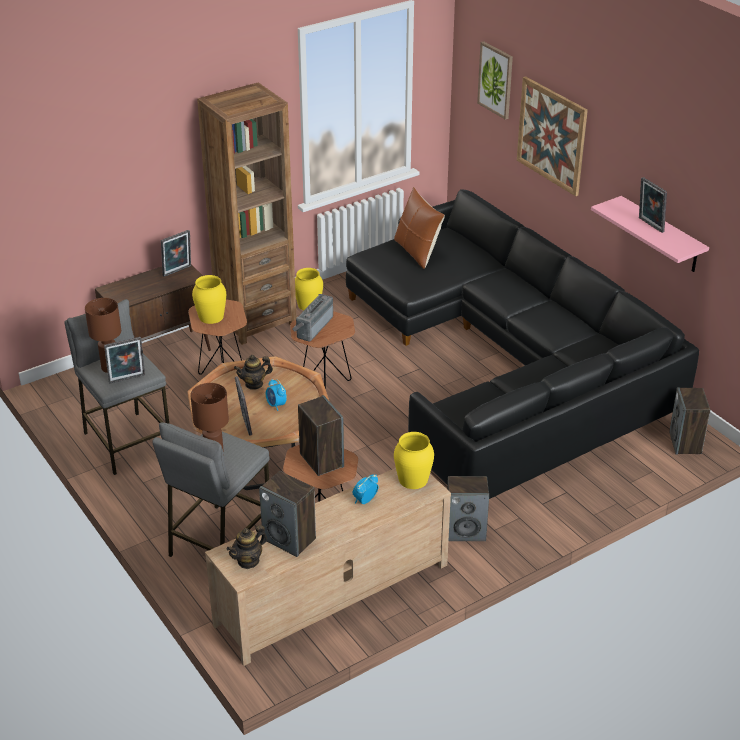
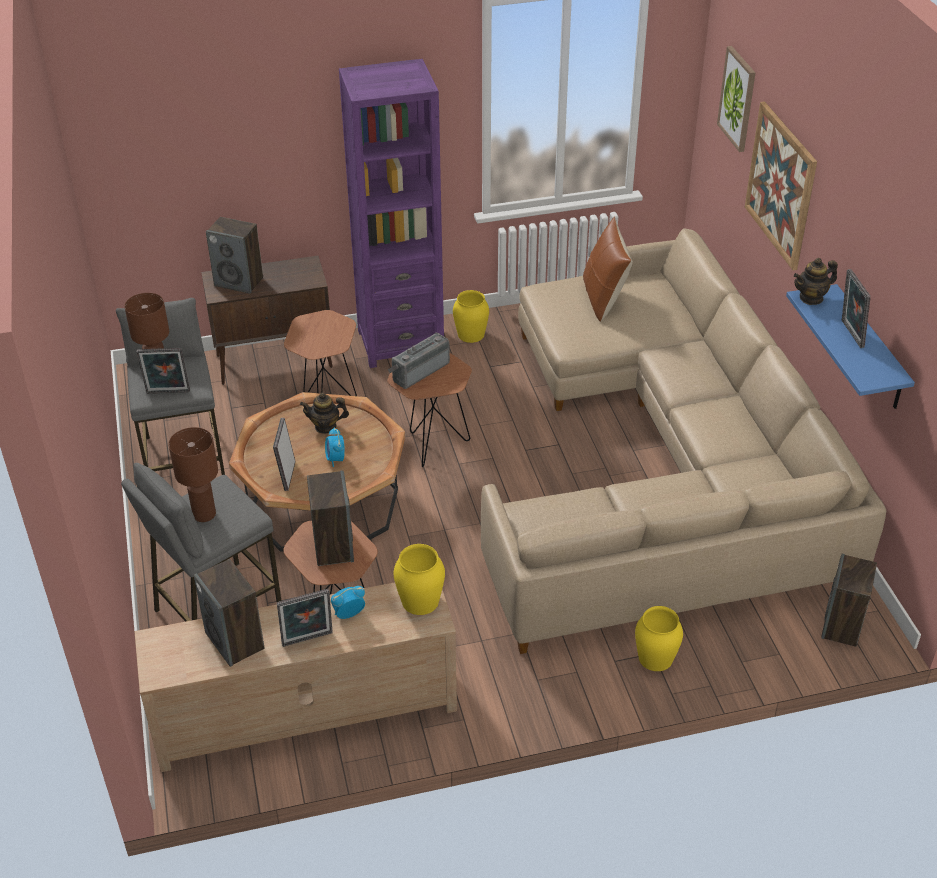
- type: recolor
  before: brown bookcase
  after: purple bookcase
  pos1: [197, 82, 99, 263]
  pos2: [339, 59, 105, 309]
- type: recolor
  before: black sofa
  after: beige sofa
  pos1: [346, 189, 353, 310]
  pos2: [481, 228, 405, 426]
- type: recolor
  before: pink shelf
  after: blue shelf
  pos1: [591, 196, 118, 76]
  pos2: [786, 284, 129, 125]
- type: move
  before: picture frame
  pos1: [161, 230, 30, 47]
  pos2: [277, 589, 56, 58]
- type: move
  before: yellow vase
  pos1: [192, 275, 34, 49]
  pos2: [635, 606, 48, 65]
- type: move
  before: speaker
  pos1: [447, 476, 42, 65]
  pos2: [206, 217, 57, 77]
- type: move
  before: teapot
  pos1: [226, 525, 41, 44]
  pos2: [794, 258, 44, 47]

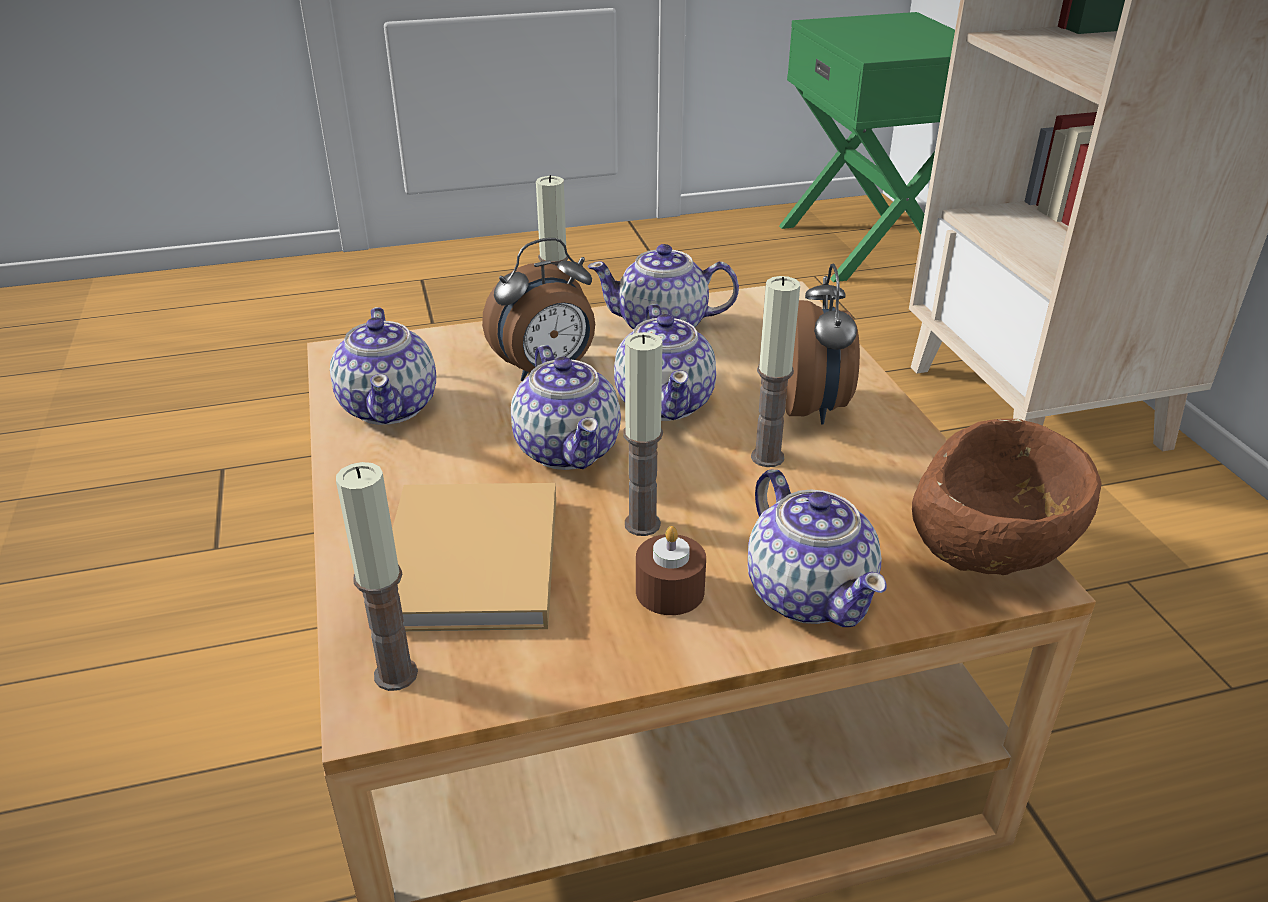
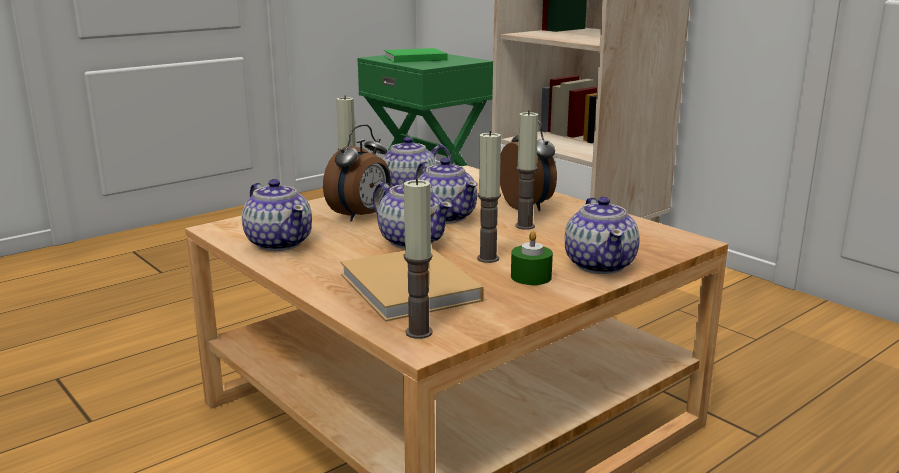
- type: delete
  before: brown bowl
  pos1: [912, 419, 190, 156]
- type: rotate
  before: teapot
  pos1: [748, 470, 139, 157]
  pos2: [565, 197, 74, 77]
  turn: 45
- type: recolor
  before: brown candle
  after: green candle
  pos1: [636, 526, 70, 89]
  pos2: [511, 231, 42, 54]
- type: insert
  after: green book
  pos2: [384, 48, 64, 15]

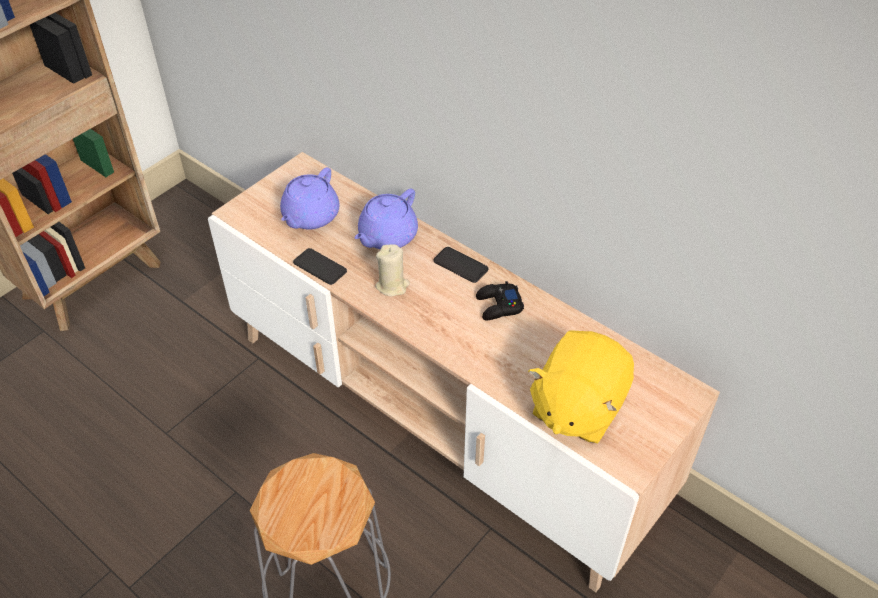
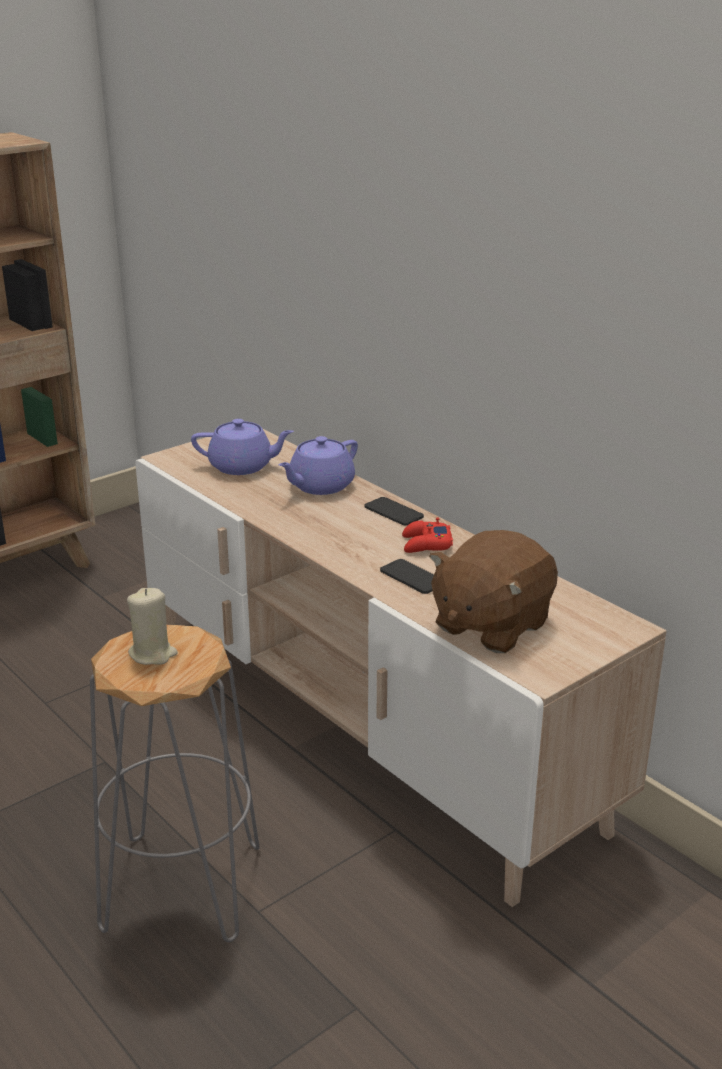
- type: rotate
  before: purple teapot
  pos1: [280, 167, 60, 62]
  pos2: [191, 419, 103, 56]
  turn: -120
- type: move
  before: beige candle
  pos1: [375, 244, 35, 53]
  pos2: [127, 588, 51, 77]
- type: move
  before: phone
  pos1: [293, 248, 54, 37]
  pos2: [380, 559, 54, 35]
- type: recolor
  before: black game controller
  after: red game controller
  pos1: [476, 281, 48, 40]
  pos2: [402, 517, 51, 36]
- type: recolor
  before: yellow plush toy
  after: brown plush toy
  pos1: [528, 330, 106, 113]
  pos2: [429, 530, 129, 123]

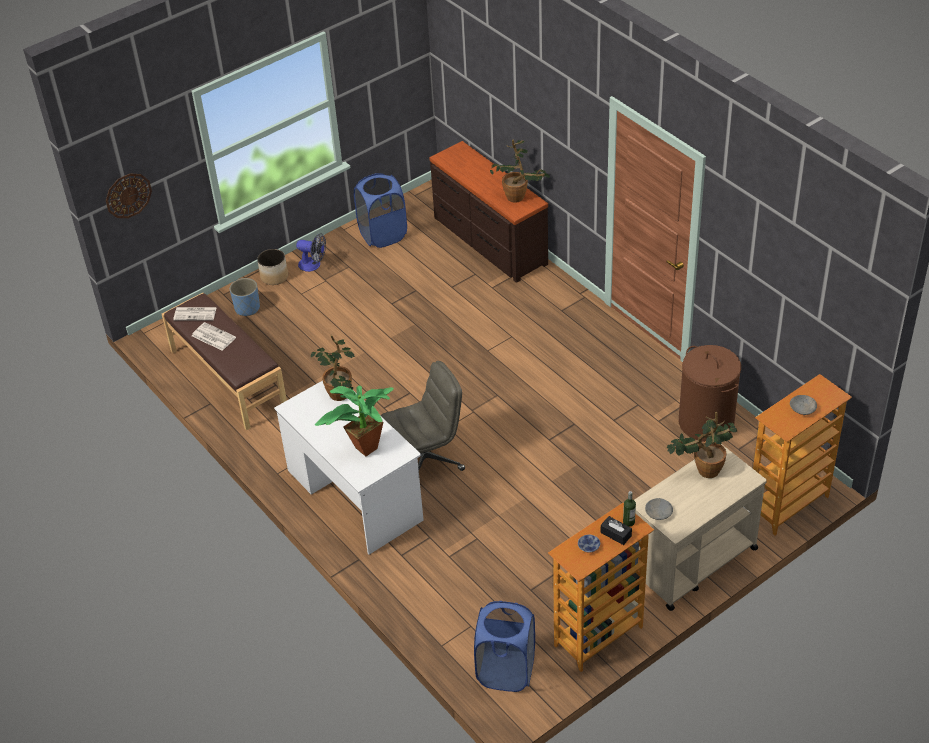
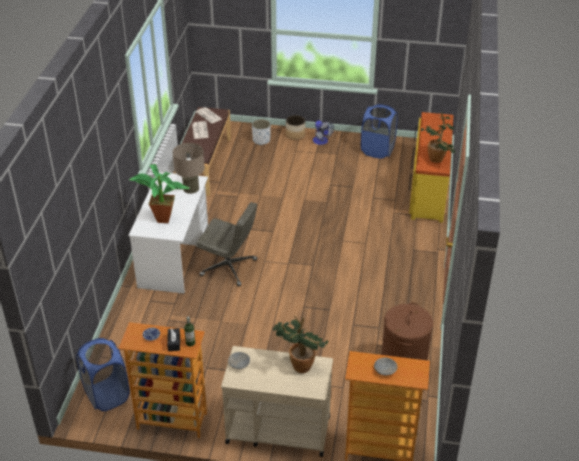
- type: recolor
  before: brown dresser
  after: yellow dresser
  pos1: [429, 141, 119, 142]
  pos2: [409, 112, 44, 111]
- type: delete
  before: wall clock
  pos1: [106, 173, 46, 45]
- type: recolor
  before: blue planter
  after: white planter
  pos1: [230, 278, 30, 38]
  pos2: [252, 119, 19, 26]
- type: replace
  before: potted plant
  after: beige table lamp
  pos1: [311, 335, 44, 66]
  pos2: [173, 143, 32, 51]

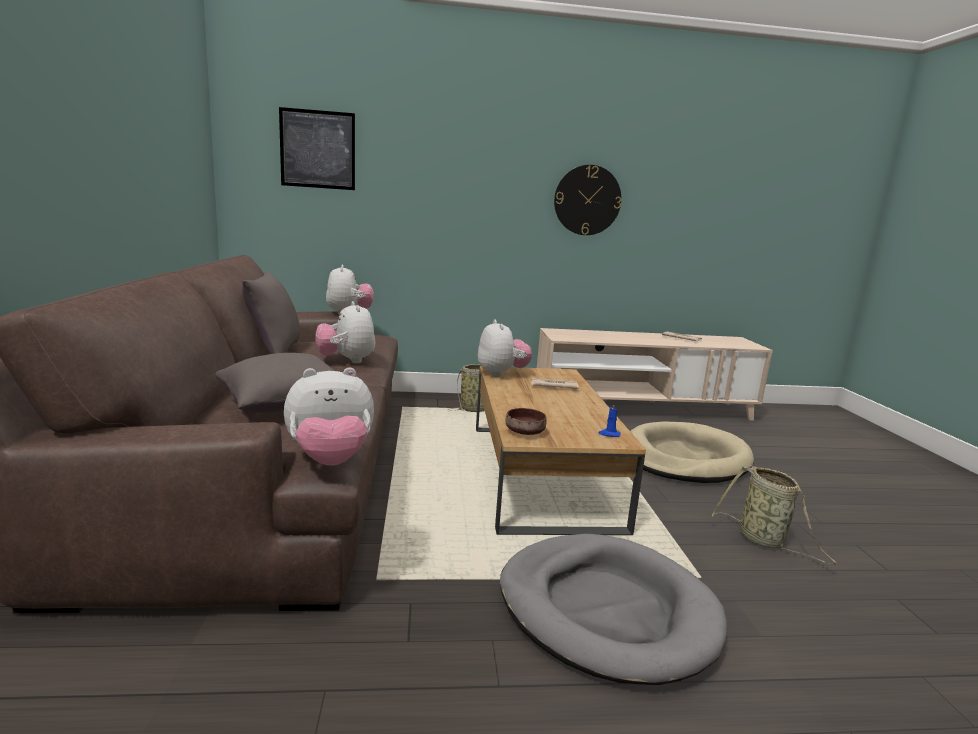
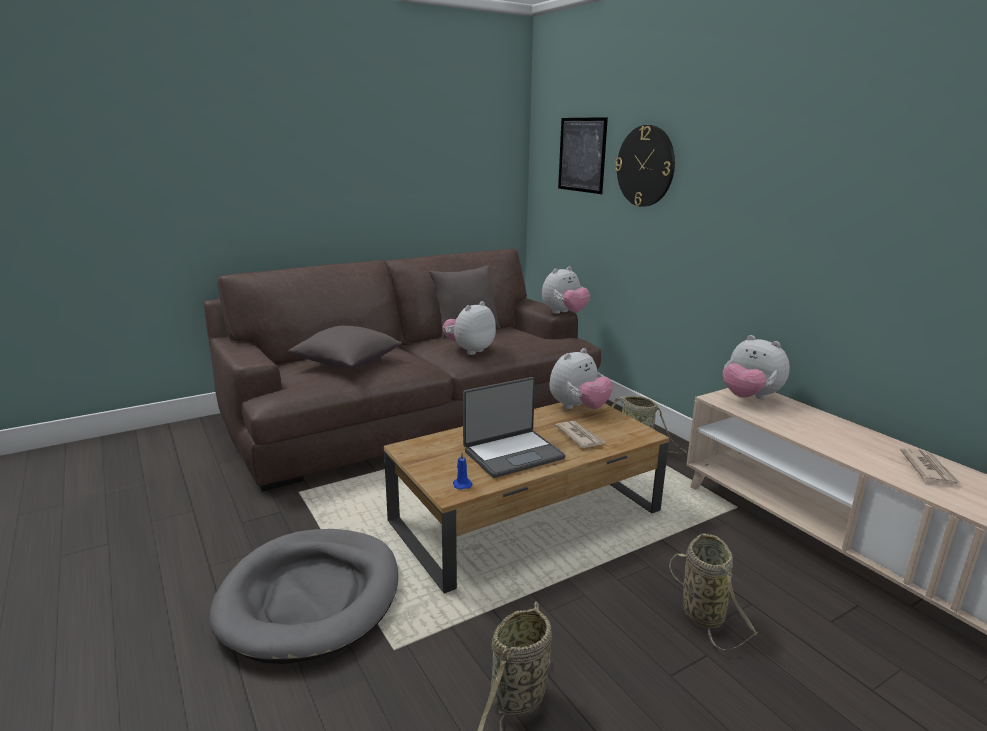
- type: move
  before: wall clock
  pos1: [554, 165, 67, 70]
  pos2: [615, 125, 60, 82]
- type: move
  before: plush toy
  pos1: [284, 368, 90, 98]
  pos2: [723, 335, 67, 64]
- type: delete
  before: brown bowl
  pos1: [506, 408, 41, 27]
- type: replace
  before: beige dog bed
  after: basket
  pos1: [630, 421, 124, 62]
  pos2: [669, 533, 89, 117]
- type: insert
  after: laptop
  pos2: [463, 377, 103, 101]

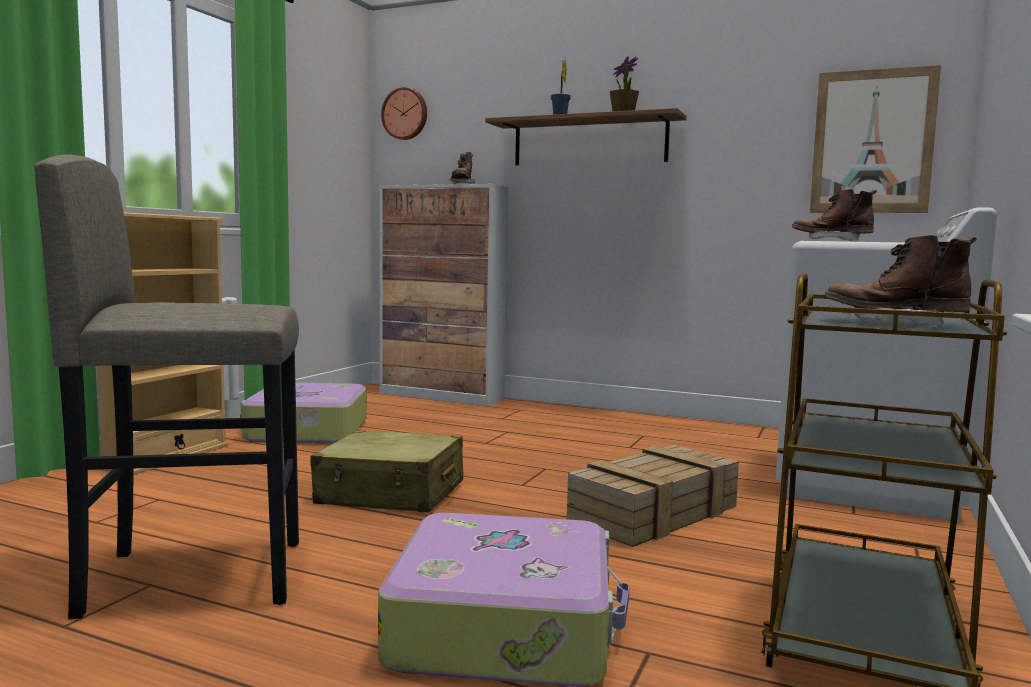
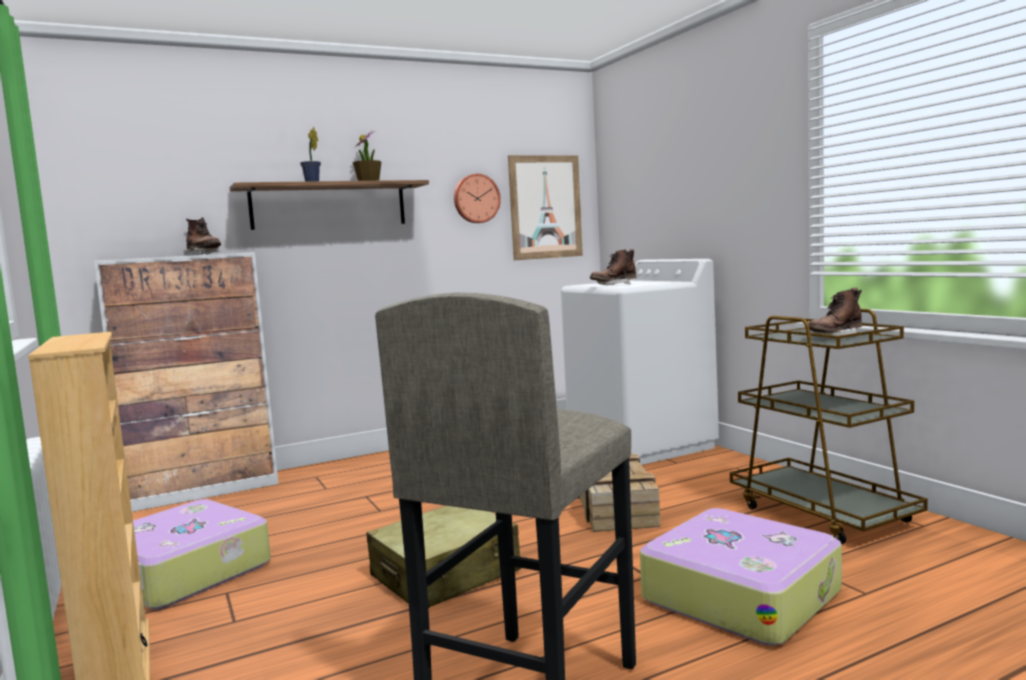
- type: move
  before: wall clock
  pos1: [381, 87, 46, 53]
  pos2: [454, 174, 47, 49]

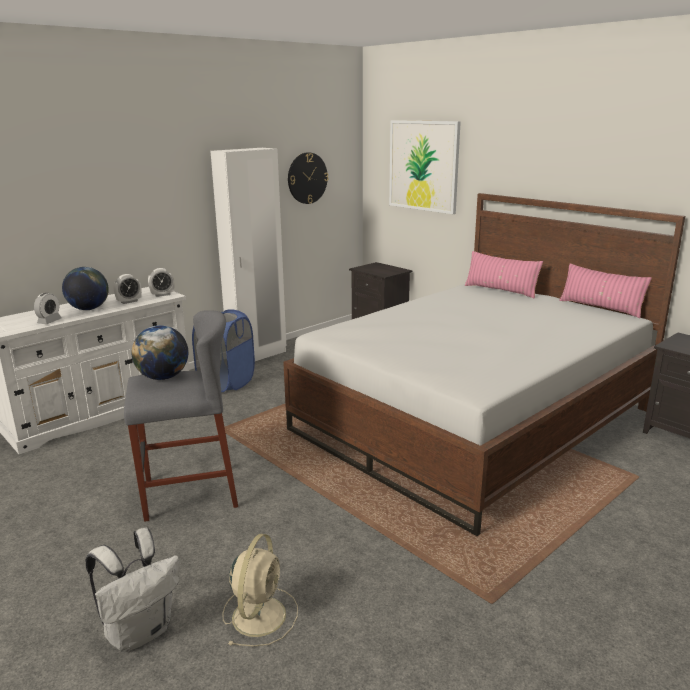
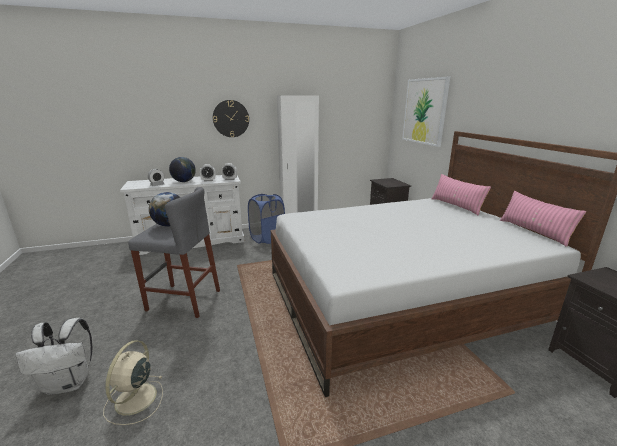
- type: move
  before: wall clock
  pos1: [288, 152, 40, 52]
  pos2: [213, 100, 36, 37]
- type: rotate
  before: beige fan
  pos1: [222, 534, 76, 113]
  pos2: [103, 340, 60, 85]
  turn: 150

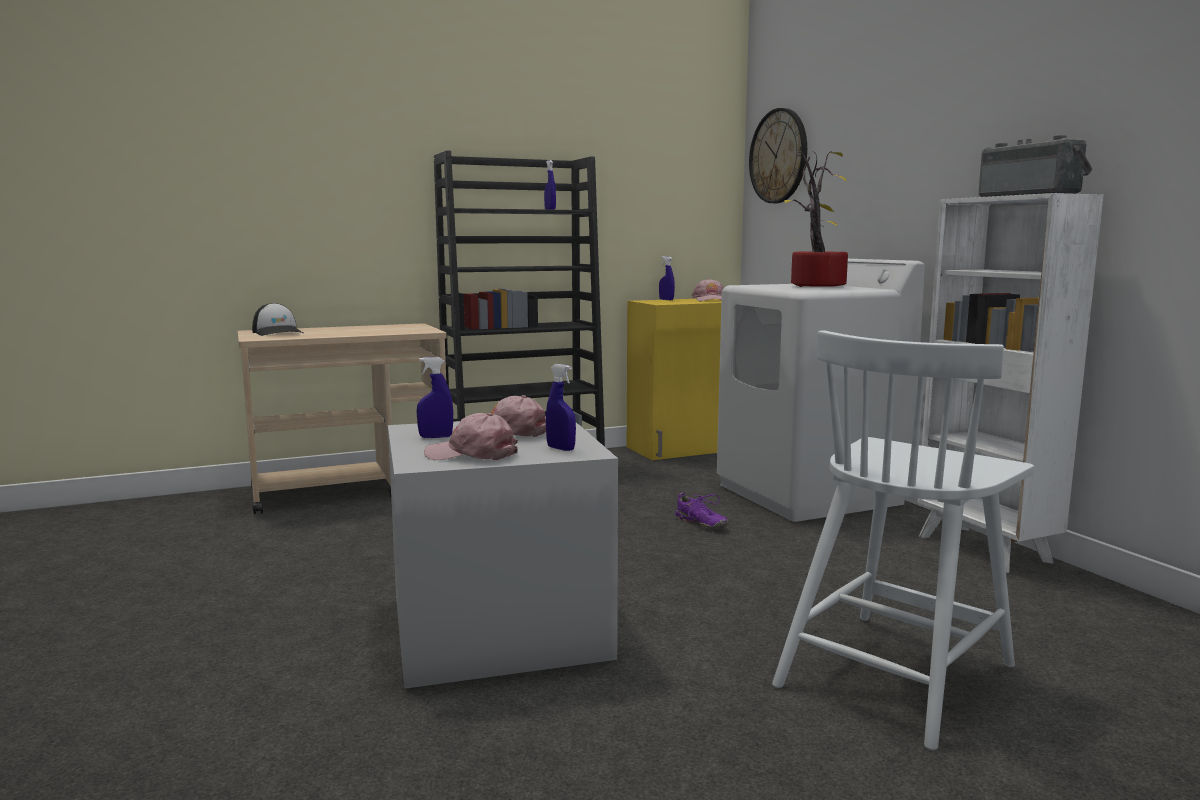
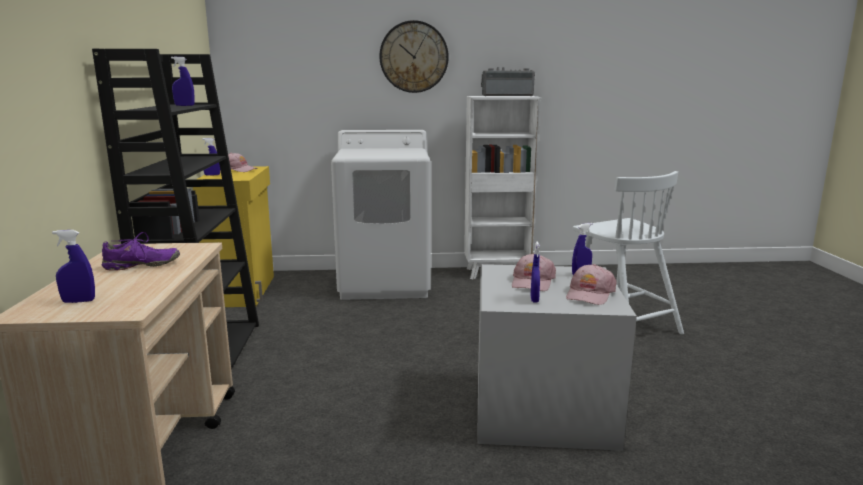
- type: move
  before: wall clock
  pos1: [749, 108, 58, 95]
  pos2: [379, 20, 70, 73]
- type: delete
  before: potted plant
  pos1: [784, 147, 64, 140]
- type: replace
  before: cap
  after: blue spray bottle
  pos1: [252, 303, 51, 33]
  pos2: [52, 230, 43, 73]
- type: move
  before: purple shoe
  pos1: [675, 492, 54, 37]
  pos2: [102, 232, 78, 39]

